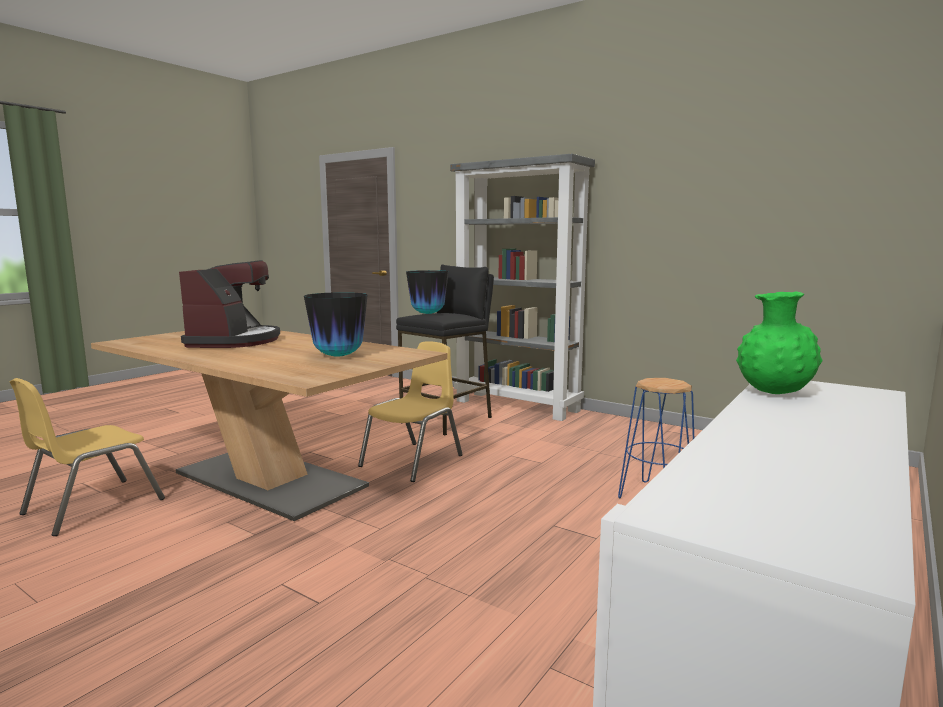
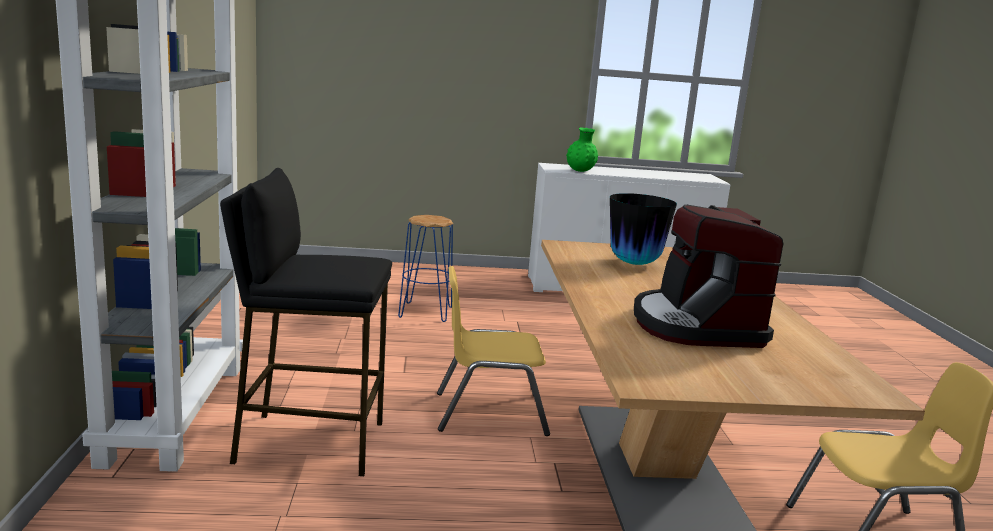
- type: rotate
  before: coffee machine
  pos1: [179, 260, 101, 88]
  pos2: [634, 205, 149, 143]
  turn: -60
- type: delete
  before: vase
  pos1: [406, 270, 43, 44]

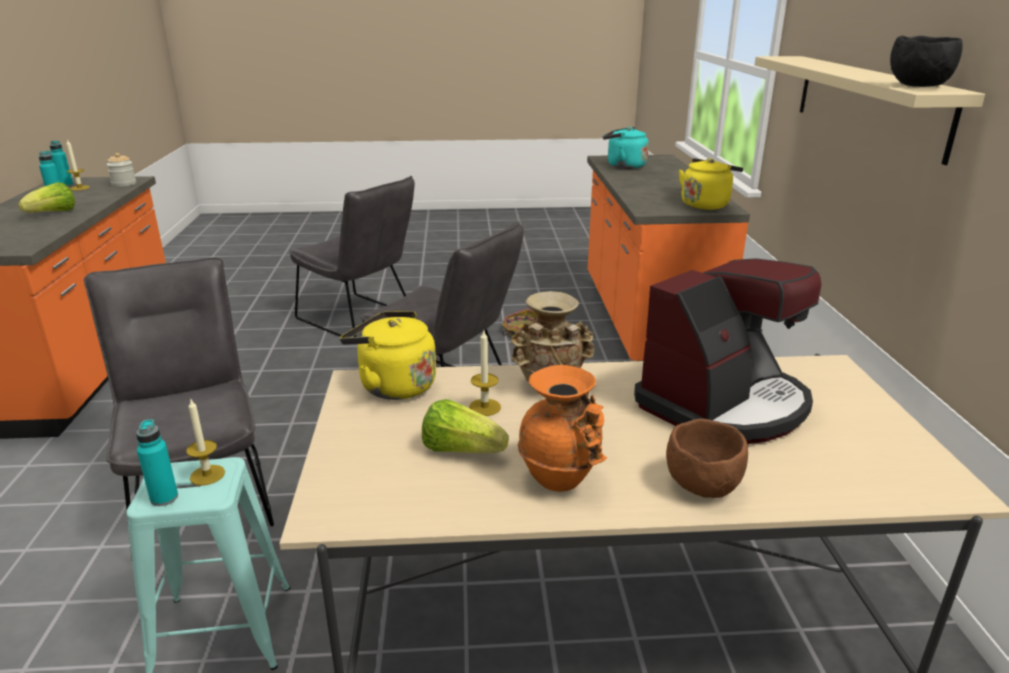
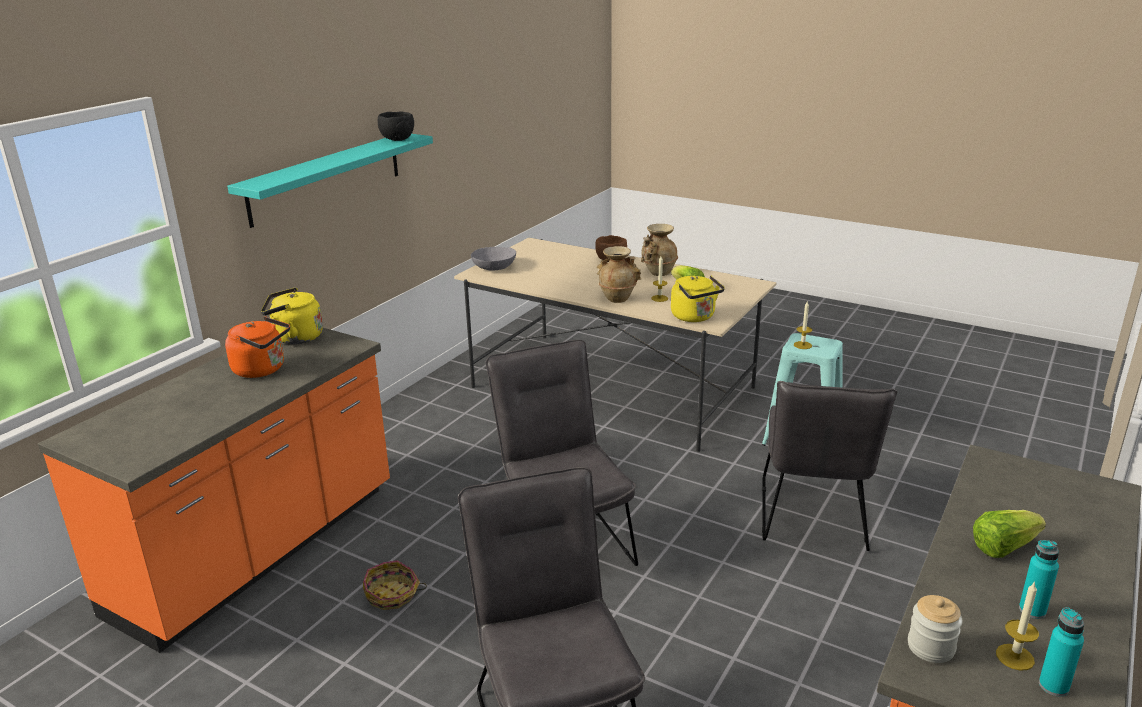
- type: recolor
  before: beige shelf
  after: turquoise shelf
  pos1: [755, 56, 230, 109]
  pos2: [227, 134, 206, 94]
- type: delete
  before: turquoise kettle
  pos1: [603, 127, 46, 42]
- type: delete
  before: coffee machine
  pos1: [634, 258, 188, 186]
- type: recolor
  before: orange vase
  after: beige vase
  pos1: [518, 365, 89, 127]
  pos2: [641, 224, 37, 52]
- type: delete
  before: turquoise bottle
  pos1: [136, 419, 42, 87]
- type: insert
  after: grey bowl
  pos2: [471, 247, 45, 24]
- type: insert
  after: orange kettle
  pos2: [225, 317, 65, 61]

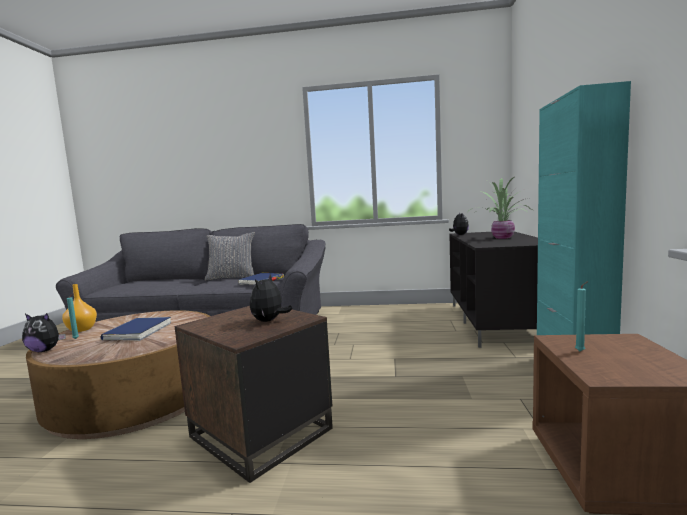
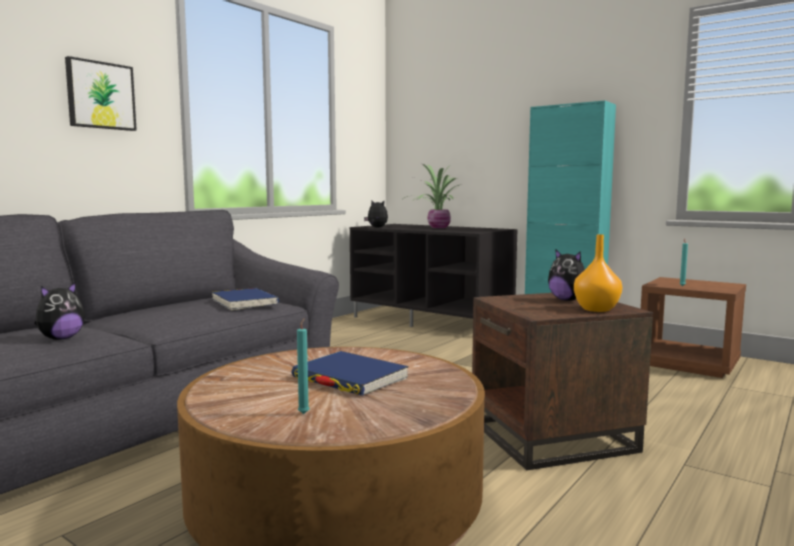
- type: delete
  before: grey pillow
  pos1: [205, 232, 50, 49]
- type: move
  before: orange vase
  pos1: [62, 284, 35, 48]
  pos2: [574, 234, 48, 78]
- type: move
  before: plush toy
  pos1: [22, 313, 44, 39]
  pos2: [35, 282, 50, 58]
- type: insert
  after: picture
  pos2: [65, 56, 72, 75]

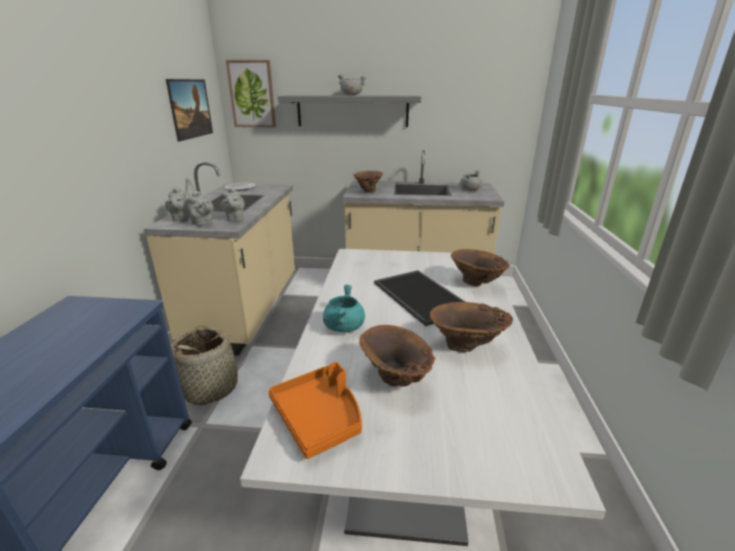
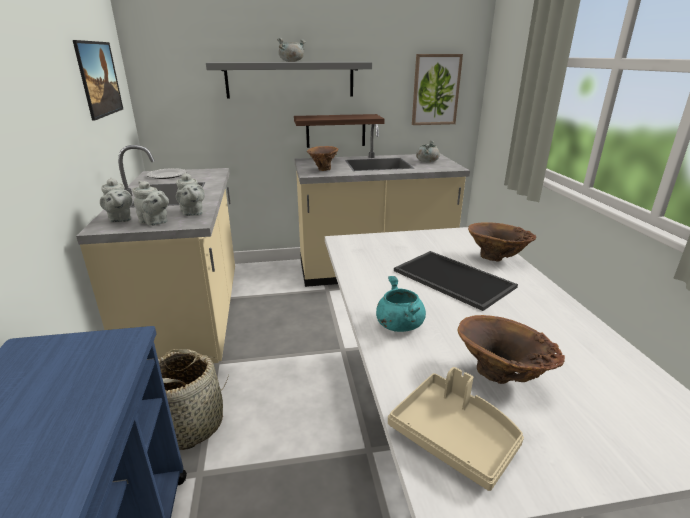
- type: move
  before: picture
  pos1: [226, 60, 50, 67]
  pos2: [412, 54, 51, 71]
- type: delete
  before: brown vase
  pos1: [430, 302, 83, 50]
- type: recolor
  before: orange tray
  after: beige tray
  pos1: [268, 362, 94, 97]
  pos2: [388, 367, 136, 124]
- type: insert
  after: shelf
  pos2: [294, 114, 91, 34]

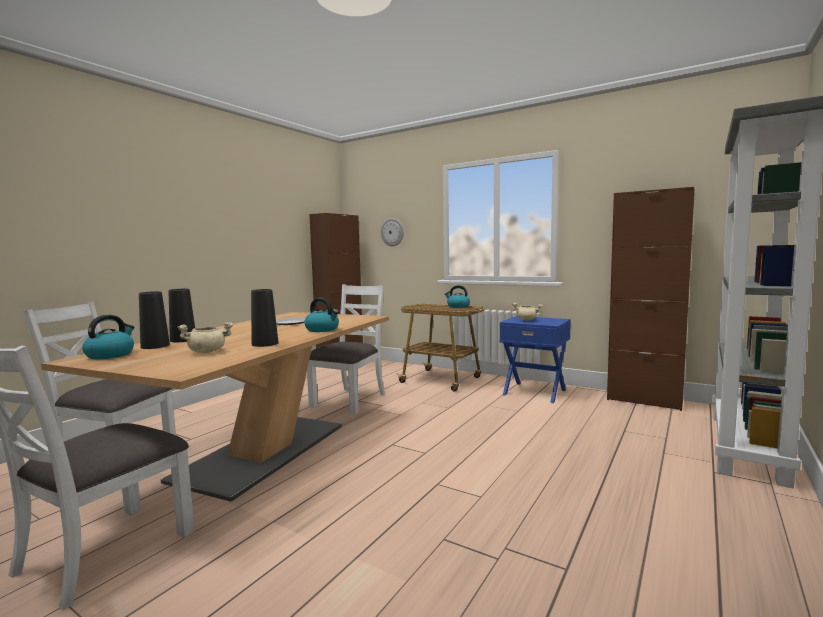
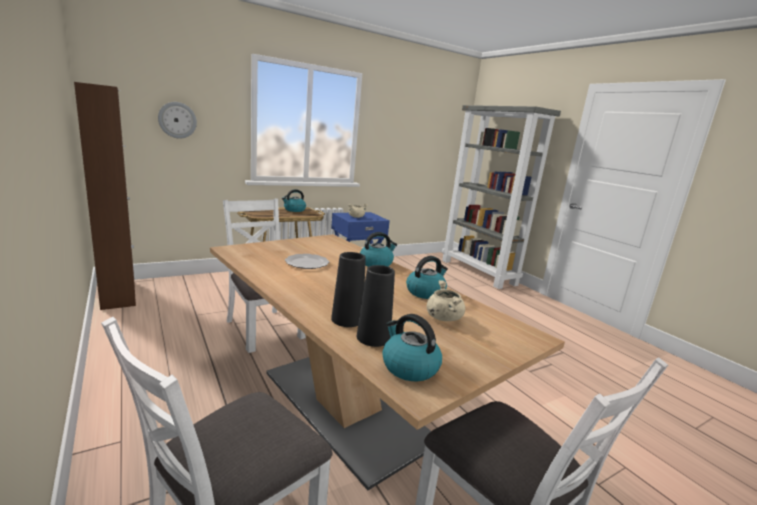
- type: delete
  before: brown cabinet
  pos1: [607, 187, 88, 224]
- type: replace
  before: black vase
  after: kettle
  pos1: [251, 289, 28, 58]
  pos2: [406, 256, 42, 43]

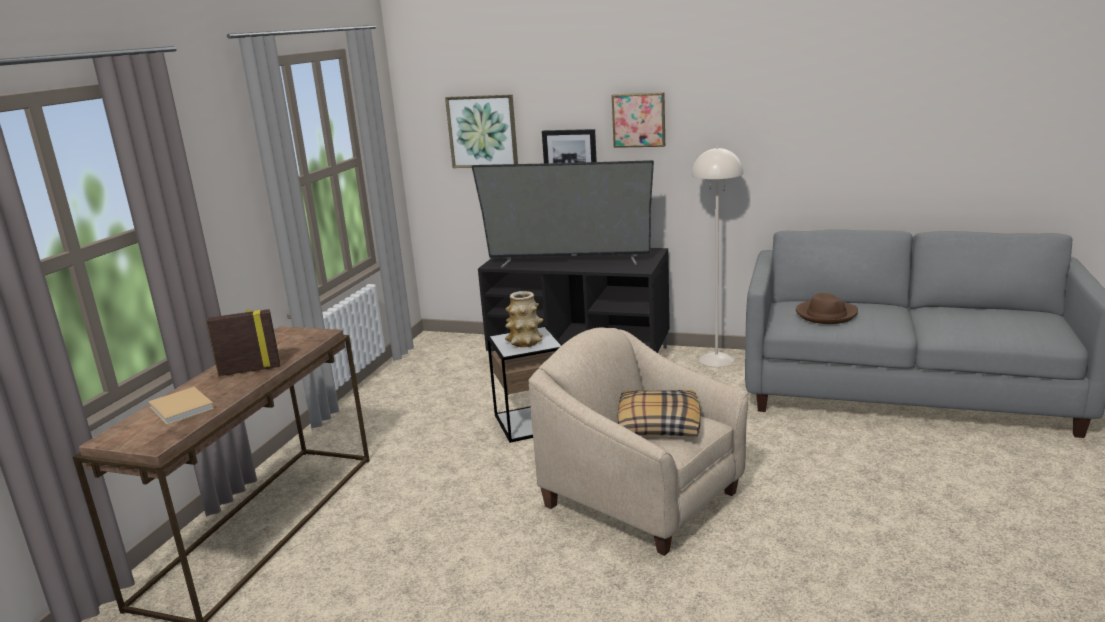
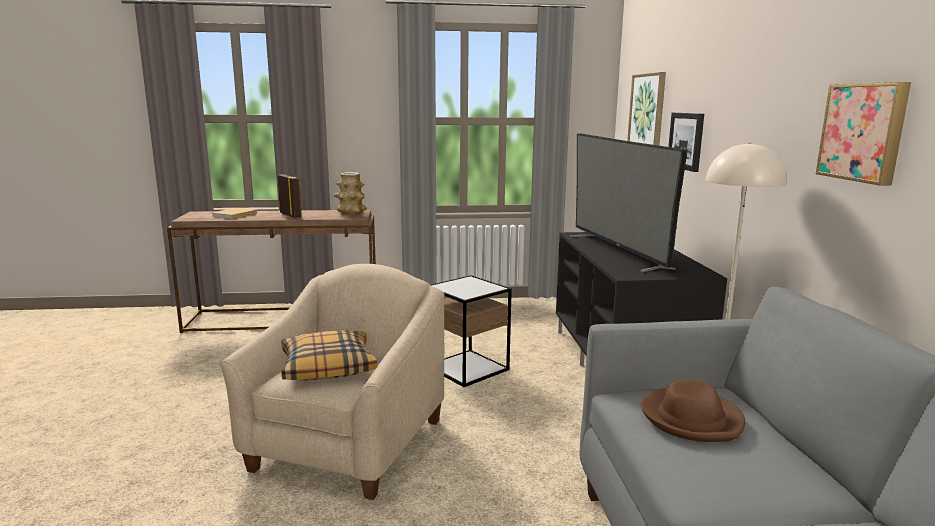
- type: move
  before: picture
  pos1: [612, 92, 53, 56]
  pos2: [816, 82, 95, 104]
- type: move
  before: vase
  pos1: [505, 291, 39, 56]
  pos2: [334, 172, 33, 43]

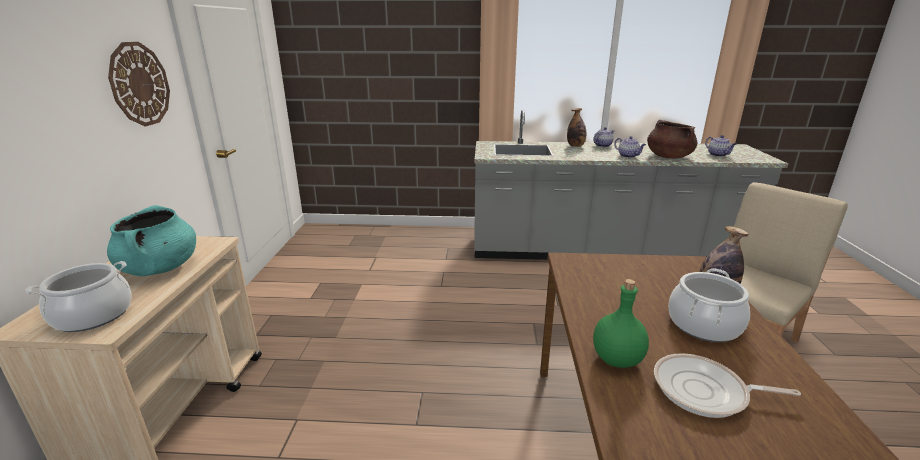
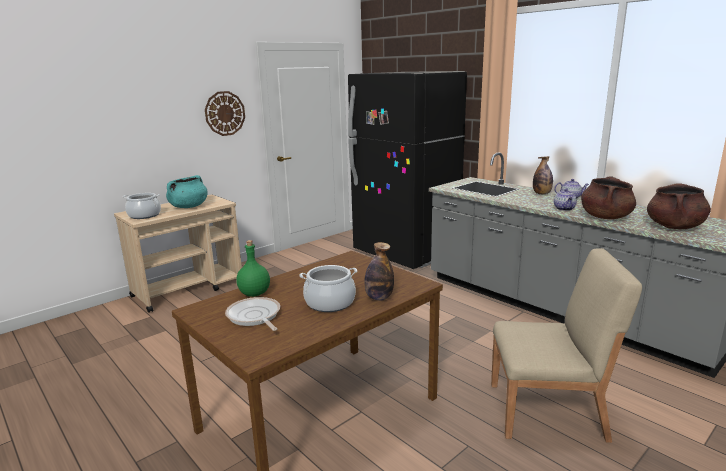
- type: replace
  before: teapot
  after: brown cooking pot
  pos1: [705, 135, 32, 22]
  pos2: [647, 183, 64, 46]
- type: insert
  after: black fridge
  pos2: [348, 71, 119, 198]

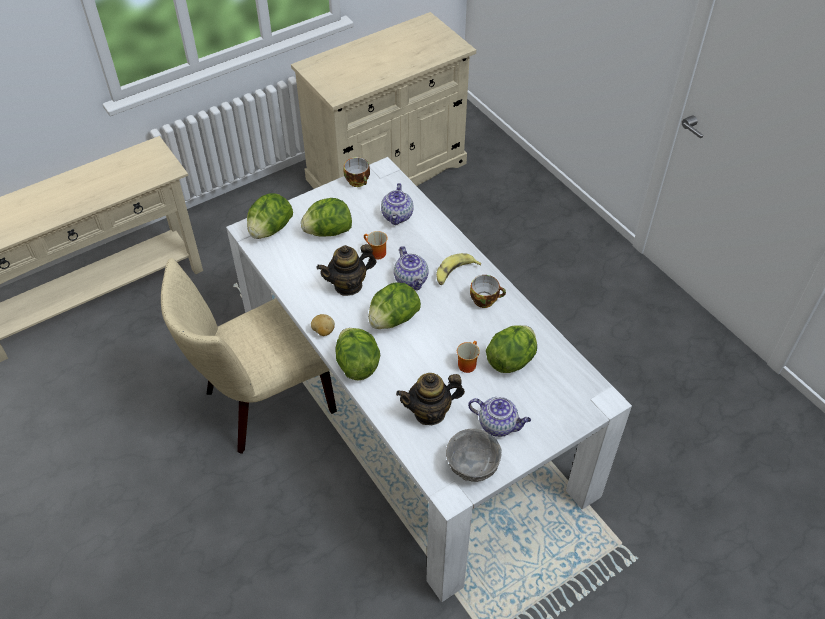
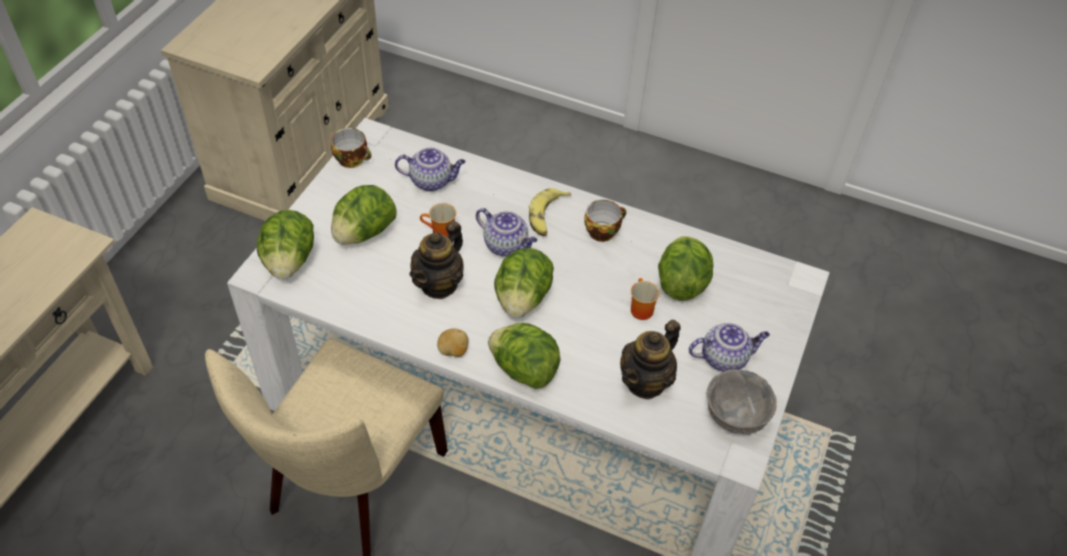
- type: rotate
  before: teapot
  pos1: [381, 183, 33, 42]
  pos2: [395, 147, 71, 44]
  turn: -60

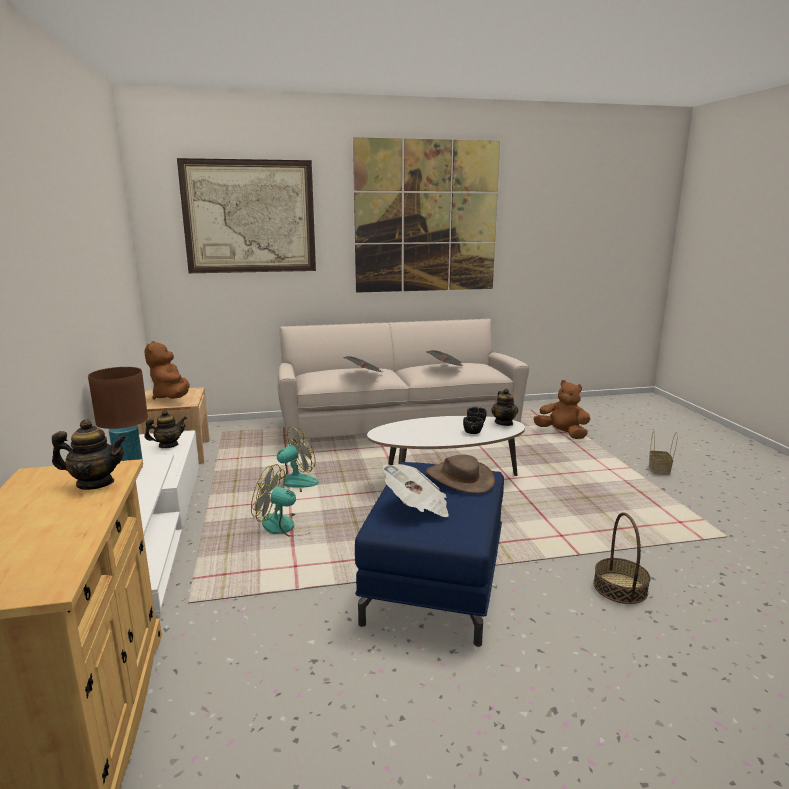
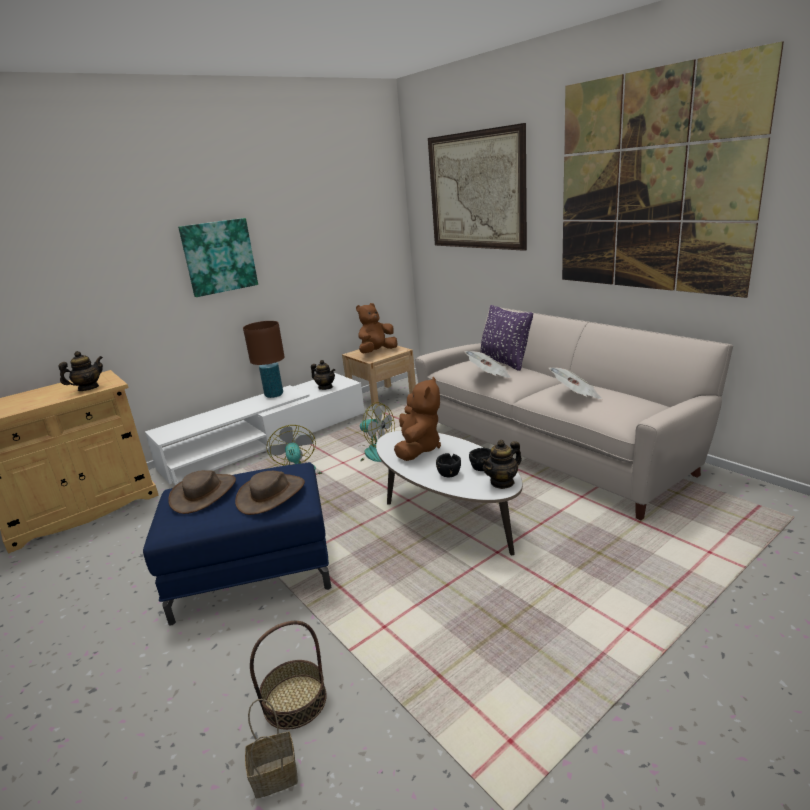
- type: move
  before: brown plush toy
  pos1: [533, 380, 57, 59]
  pos2: [394, 377, 47, 84]
- type: rotate
  before: teapot
  pos1: [52, 419, 75, 71]
  pos2: [59, 351, 44, 40]
  turn: -105
- type: move
  before: basket
  pos1: [649, 431, 29, 44]
  pos2: [245, 699, 53, 100]
- type: replace
  before: newspaper
  after: brown hat
  pos1: [382, 464, 67, 53]
  pos2: [168, 470, 68, 44]
- type: insert
  after: picture
  pos2: [178, 218, 80, 79]
- type: insert
  after: purple pillow
  pos2: [480, 305, 53, 66]

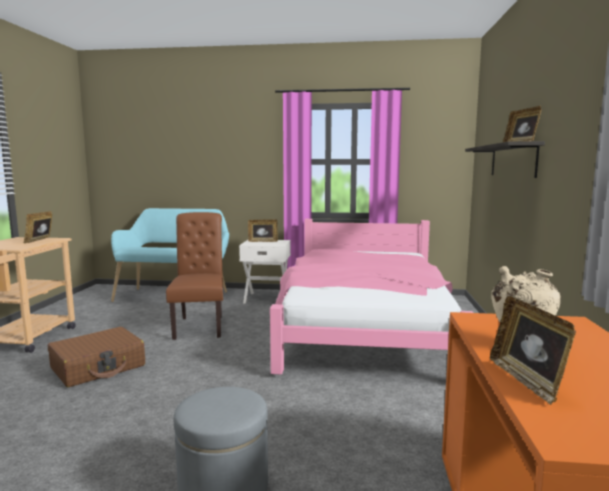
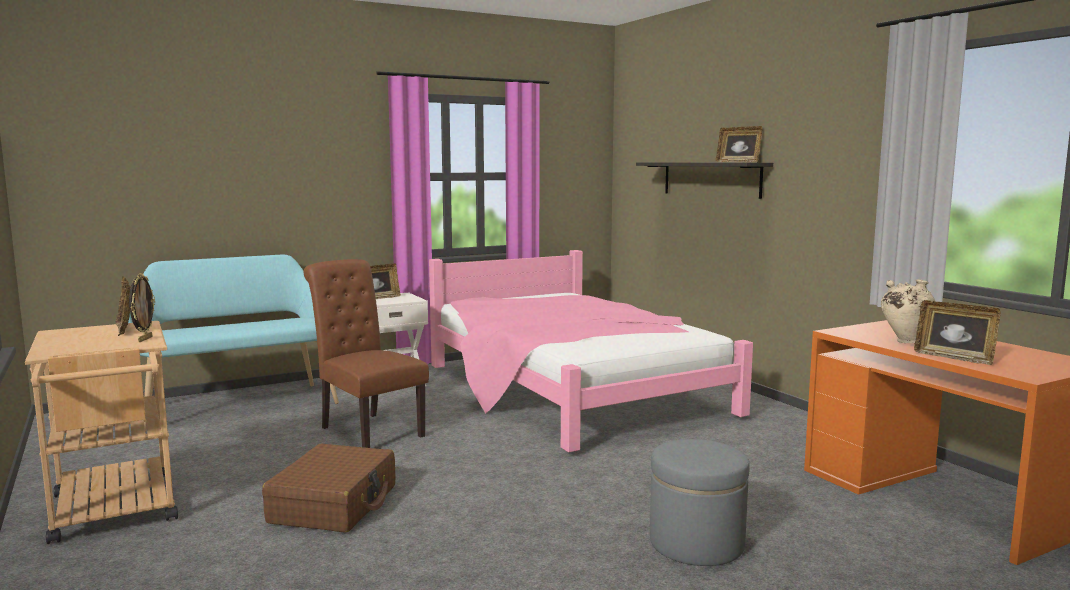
- type: insert
  after: picture frame
  pos2: [129, 273, 26, 69]

